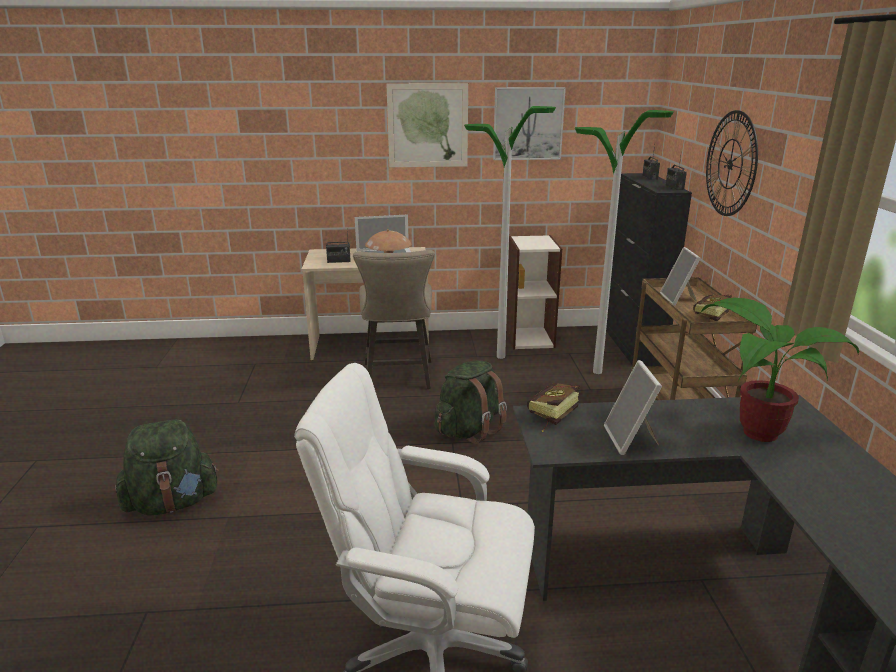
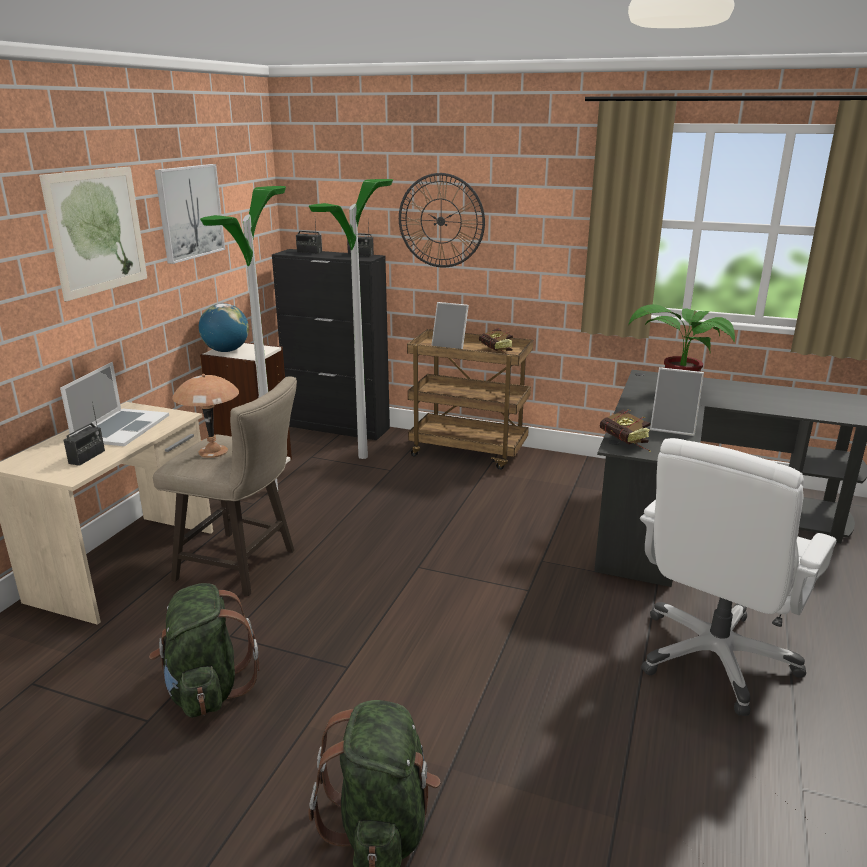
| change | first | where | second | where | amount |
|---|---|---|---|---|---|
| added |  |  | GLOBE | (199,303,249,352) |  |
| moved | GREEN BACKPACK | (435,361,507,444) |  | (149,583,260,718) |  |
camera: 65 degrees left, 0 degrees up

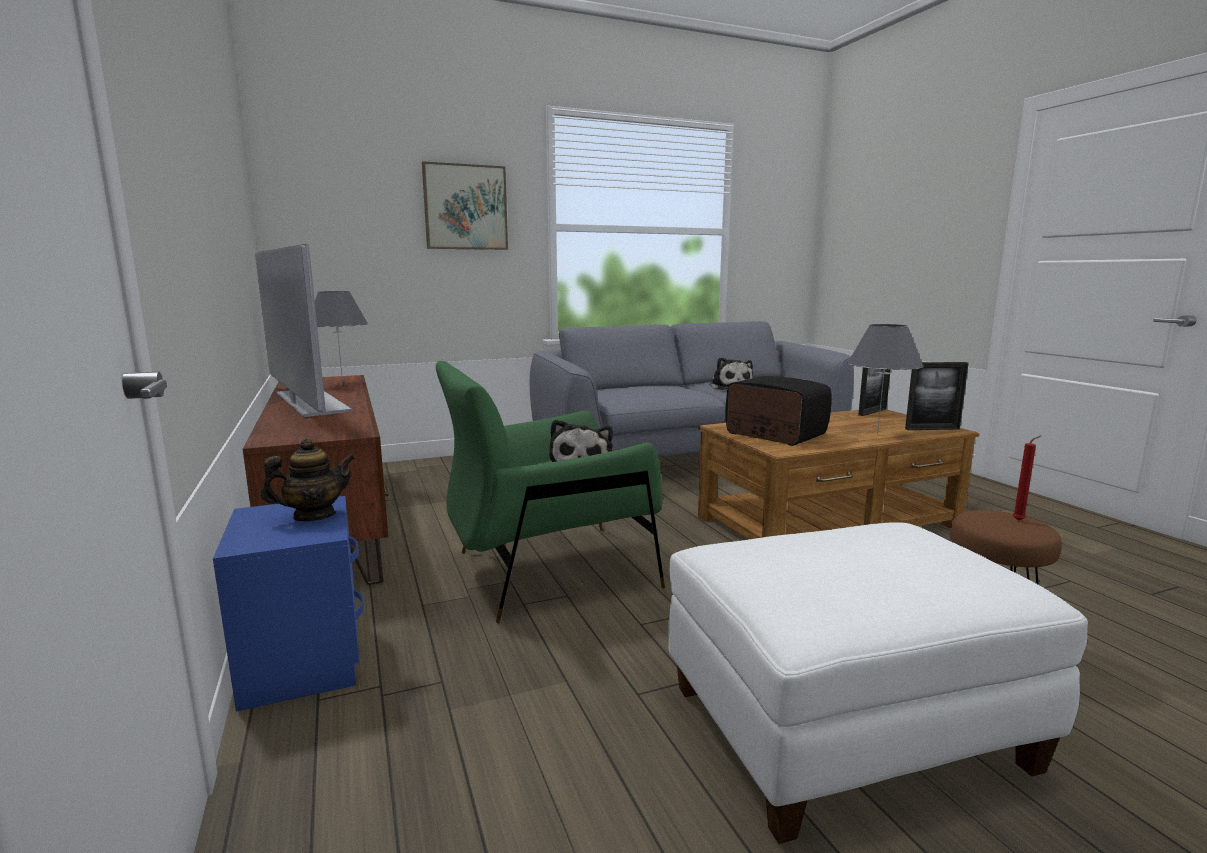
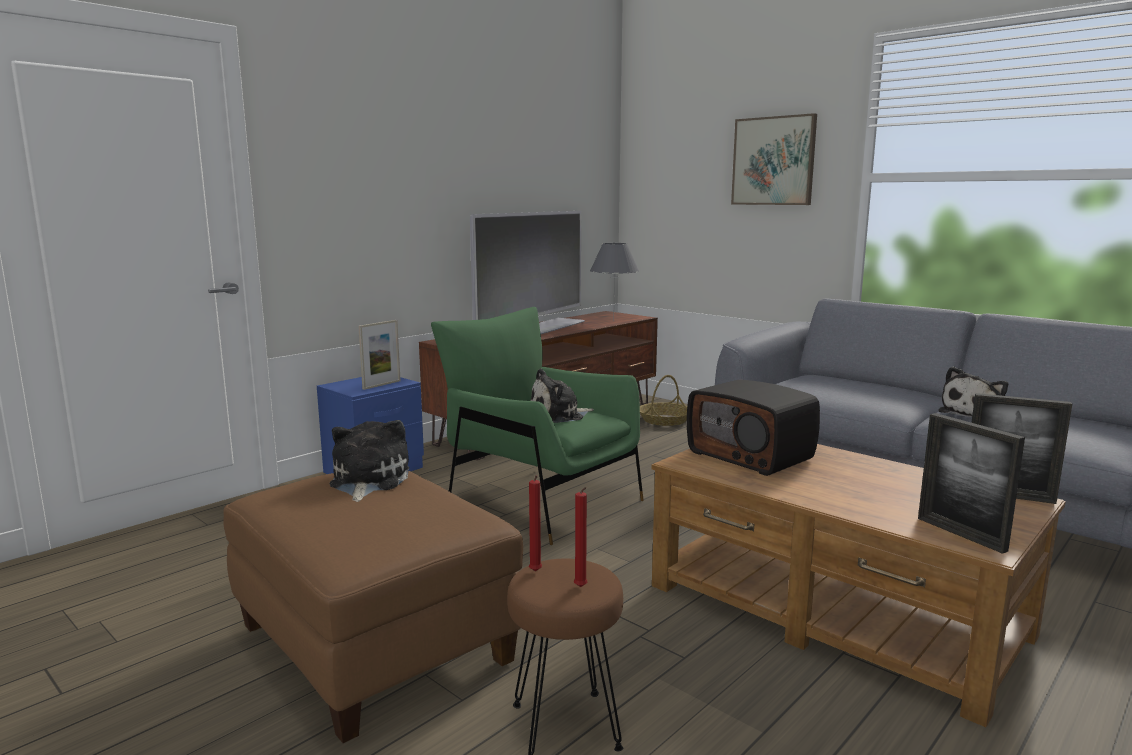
| change | first | where | second | where | amount |
|---|---|---|---|---|---|
| removed | GREY TABLE LAMP | (847,324,924,435) |  |  |  |
| added |  |  | PLUSH TOY | (330,420,409,502) |  |
| added |  |  | RED CANDLE | (529,475,542,571) |  |
| added |  |  | BASKET | (640,375,687,426) |  |
| replaced | TEAPOT | (261,438,355,521) | PICTURE FRAME | (358,320,401,390) |  |
| recoloured | WHITE OTTOMAN | (668,522,1088,844) | BROWN OTTOMAN | (223,471,523,743) |  |
| turned | RADIO | (726,376,832,446) |  | (687,380,820,476) | 120 degrees clockwise |
camera: 65 degrees right, 0 degrees up

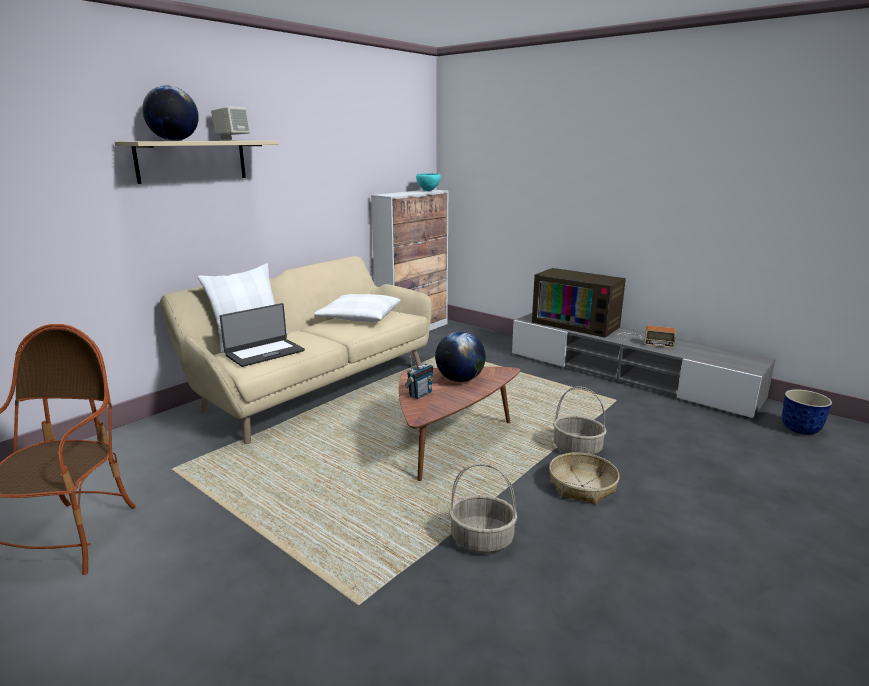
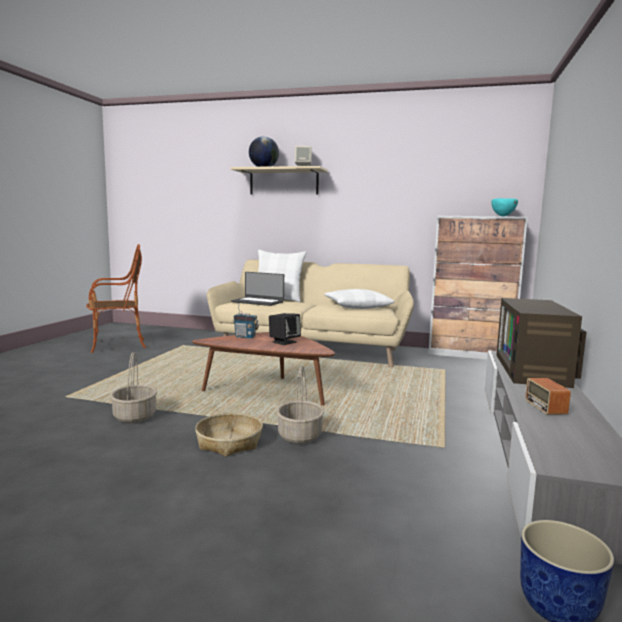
| change | first | where | second | where | amount |
|---|---|---|---|---|---|
| replaced | GLOBE | (435,331,486,382) | BLACK SPEAKER | (269,313,301,345) |  |
camera: 65 degrees right, 10 degrees down

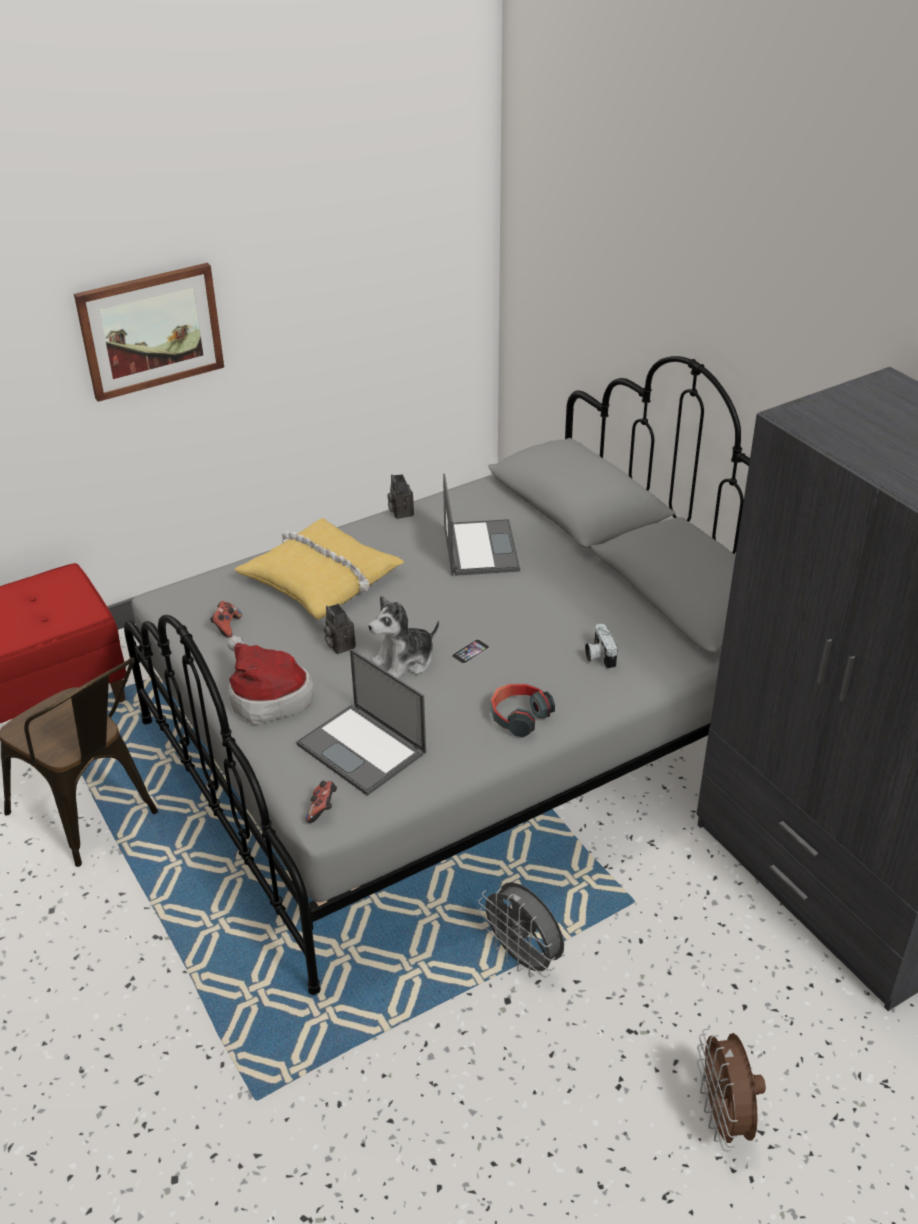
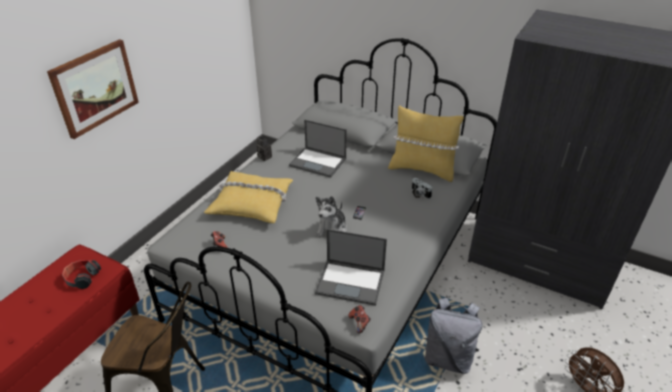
| change | first | where | second | where | amount |
|---|---|---|---|---|---|
| removed | HAT | (227,636,314,725) |  |  |  |
| removed | PHOTO CAMERA | (324,604,356,654) |  |  |  |
| added |  |  | YELLOW PILLOW | (388,105,464,182) |  |
| moved | HEADPHONES | (491,684,555,737) |  | (62,260,101,289) |  |
| replaced | GREY FAN | (478,882,564,978) | GREY BACKPACK | (424,298,482,374) |  |
| turned | LAPTOP | (443,474,520,576) |  | (289,120,347,178) | 150 degrees clockwise |
camera: 30 degrees left, 0 degrees up

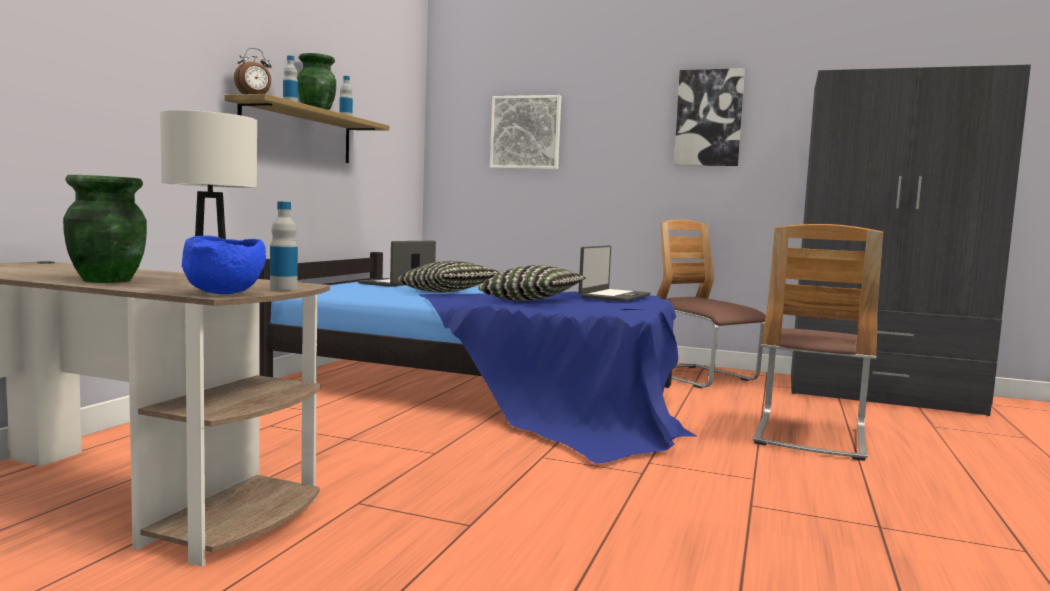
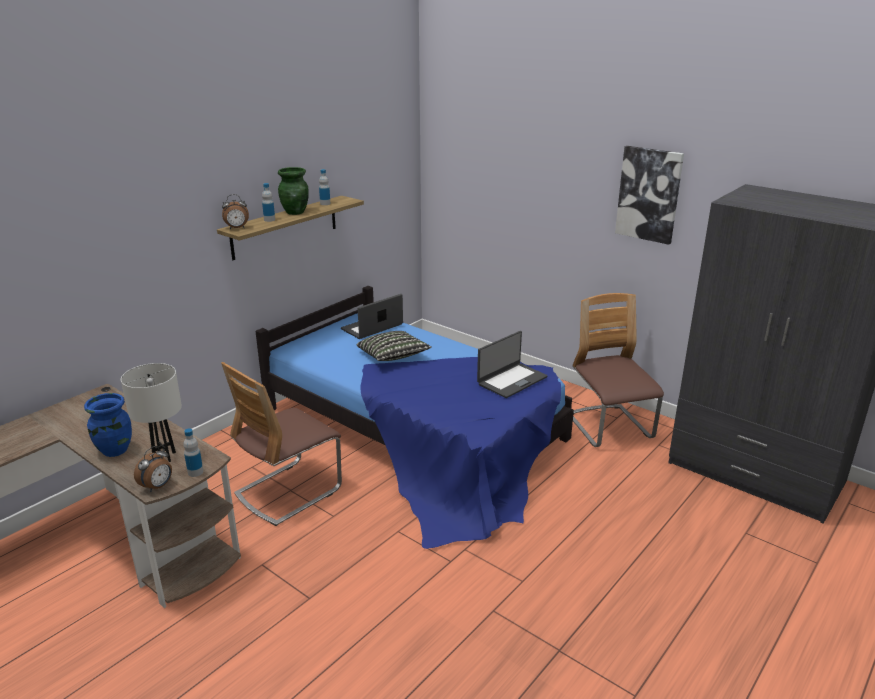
| change | first | where | second | where | amount |
|---|---|---|---|---|---|
| removed | PILLOW | (479,265,586,301) |  |  |  |
| removed | PICTURE | (490,95,561,169) |  |  |  |
| moved | CHAIR | (753,224,883,461) |  | (221,362,342,526) |  |
| replaced | BLUE BOWL | (182,236,266,294) | ALARM CLOCK | (134,446,172,492) |  |
| recoloured | GREEN VASE | (63,175,147,283) | BLUE VASE | (84,393,132,457) |  |
camera: 20 degrees right, 20 degrees up

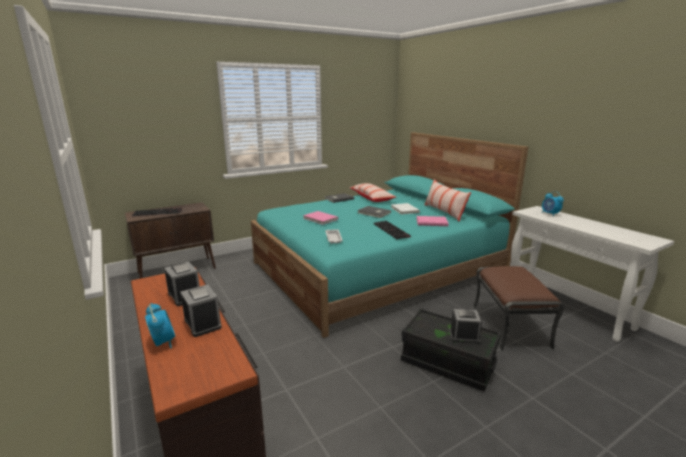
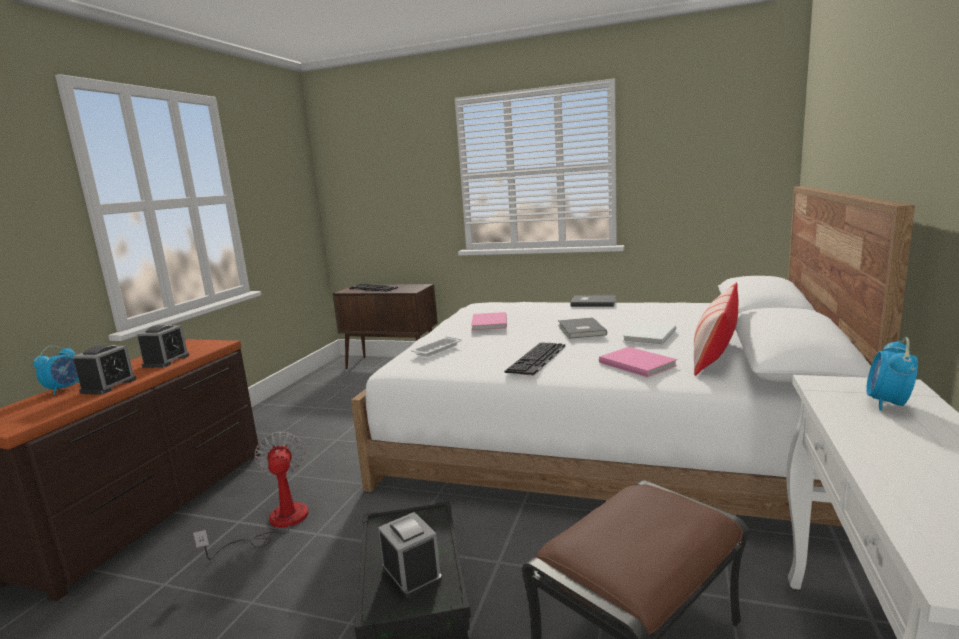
| change | first | where | second | where | amount |
|---|---|---|---|---|---|
| removed | PILLOW | (350,183,396,202) |  |  |  |
| added |  |  | FAN | (193,432,309,560) |  |
| recoloured | TURQUOISE BED | (251,132,528,338) | WHITE BED | (351,186,915,527) |  |
camera: 50 degrees right, 5 degrees down

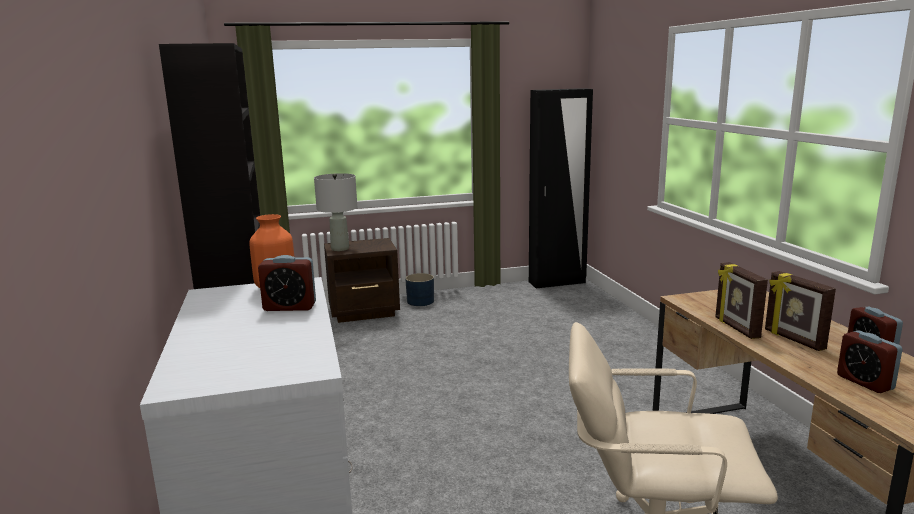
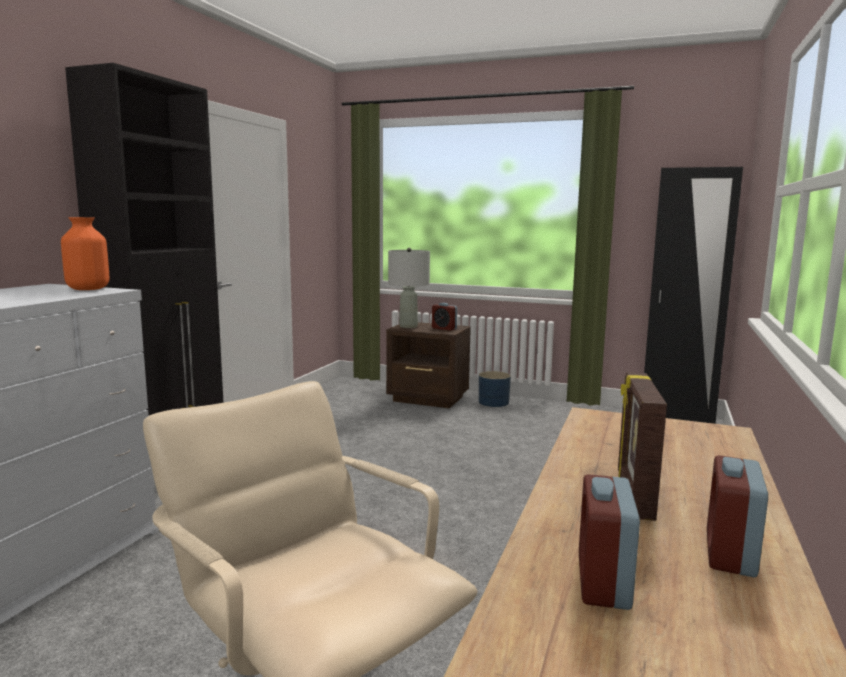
| change | first | where | second | where | amount |
|---|---|---|---|---|---|
| removed | PICTURE FRAME | (715,262,768,339) |  |  |  |
| moved | ALARM CLOCK | (258,255,316,311) |  | (432,303,457,331) |  |
camera: 35 degrees right, 5 degrees down

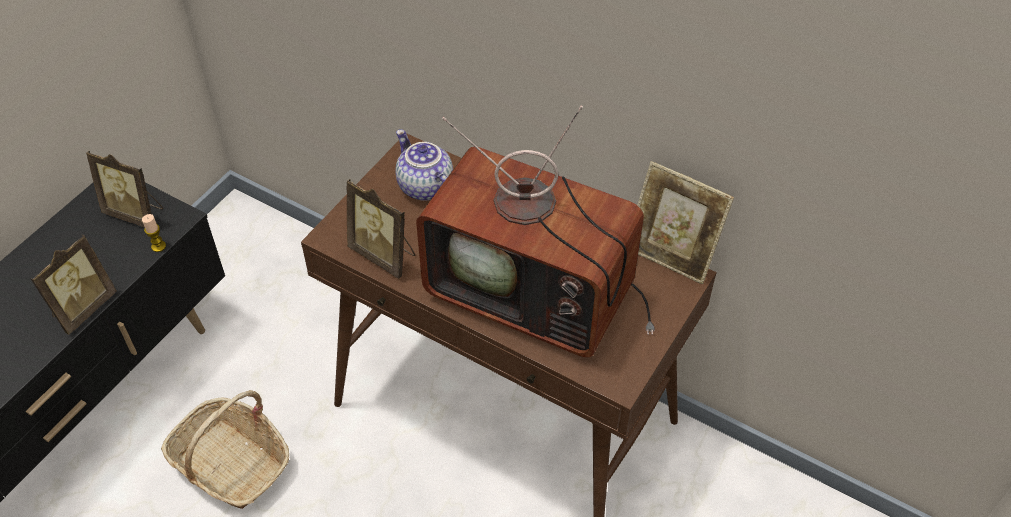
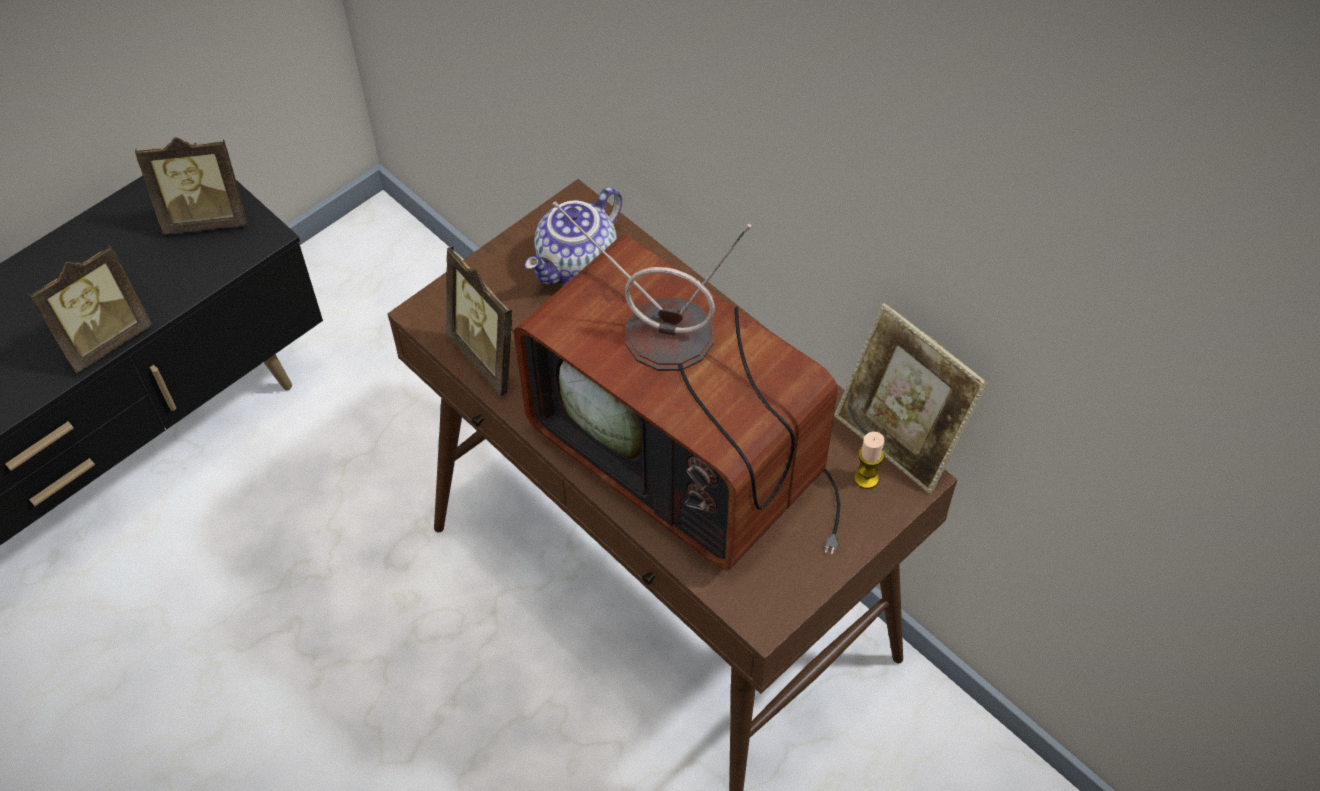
| change | first | where | second | where | amount |
|---|---|---|---|---|---|
| removed | BASKET | (161,390,289,509) |  |  |  |
| moved | CANDLE | (142,214,166,252) |  | (854,432,884,489) |  |
| turned | PICTURE FRAME | (86,151,163,228) |  | (135,137,248,235) | 45 degrees counterclockwise |
| turned | TEAPOT | (395,129,453,201) |  | (525,187,622,284) | 120 degrees counterclockwise |
camera: 15 degrees right, 5 degrees up

